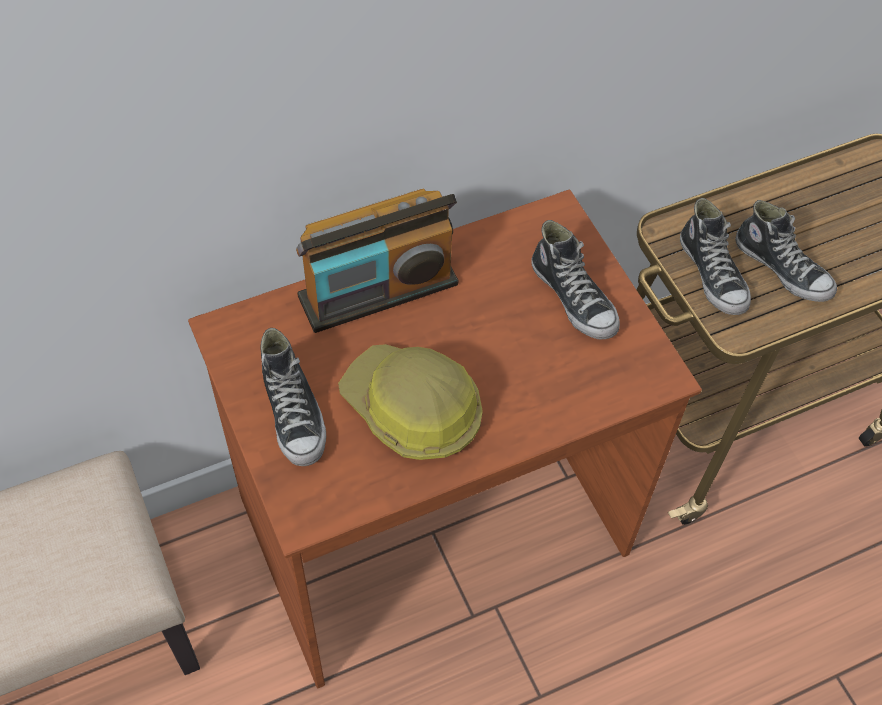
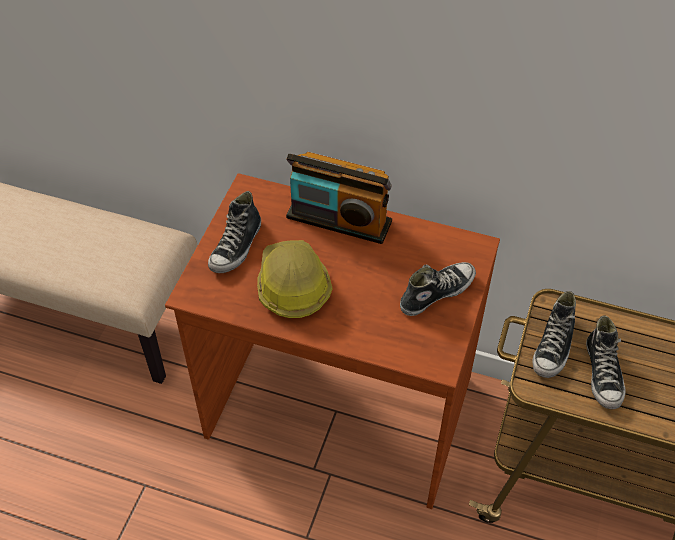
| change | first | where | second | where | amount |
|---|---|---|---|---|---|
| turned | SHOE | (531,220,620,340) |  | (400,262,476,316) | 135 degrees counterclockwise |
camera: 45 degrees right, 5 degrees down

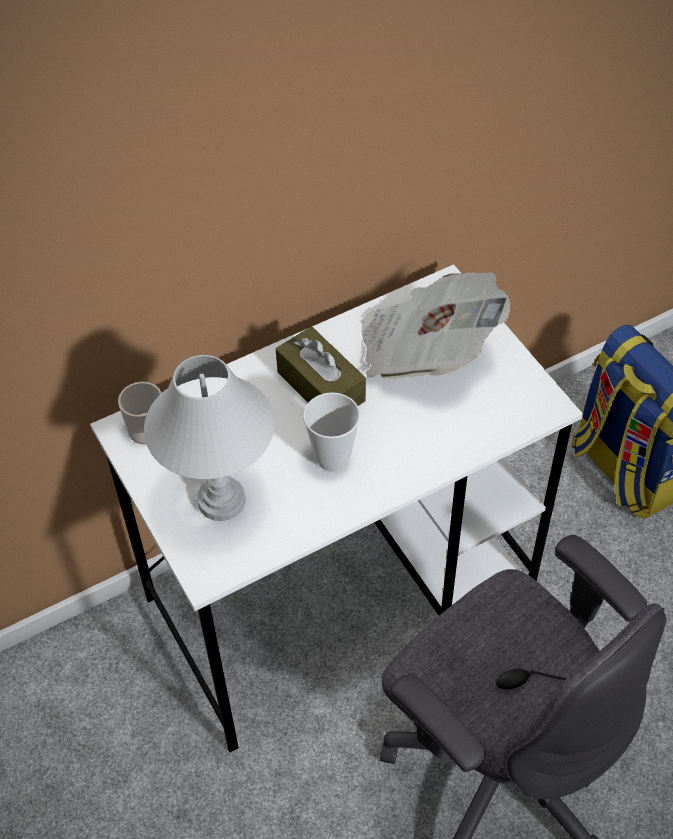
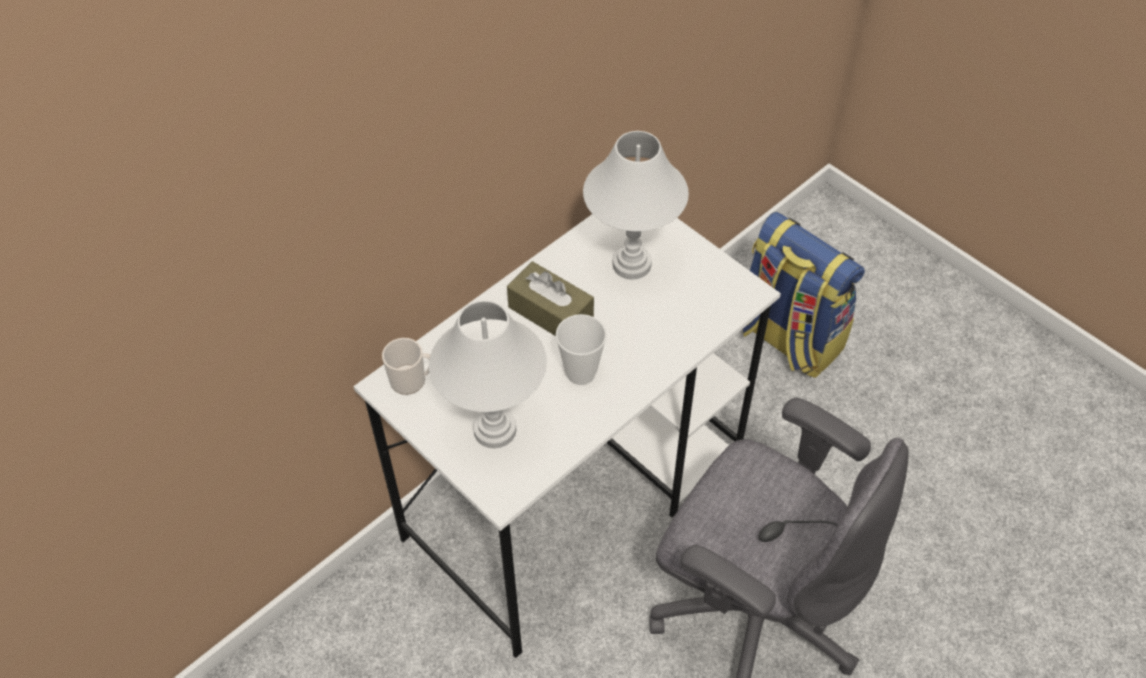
| change | first | where | second | where | amount |
|---|---|---|---|---|---|
| replaced | NEWSPAPER | (361,272,510,379) | WHITE TABLE LAMP | (583,131,689,280) |  |
camera: 15 degrees left, 0 degrees up

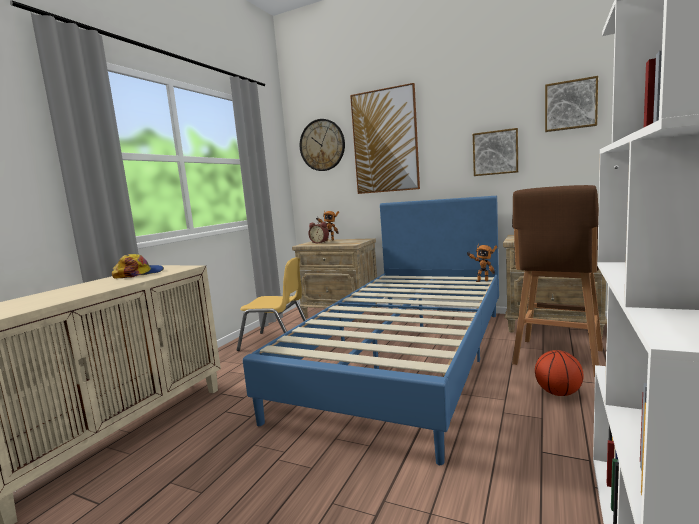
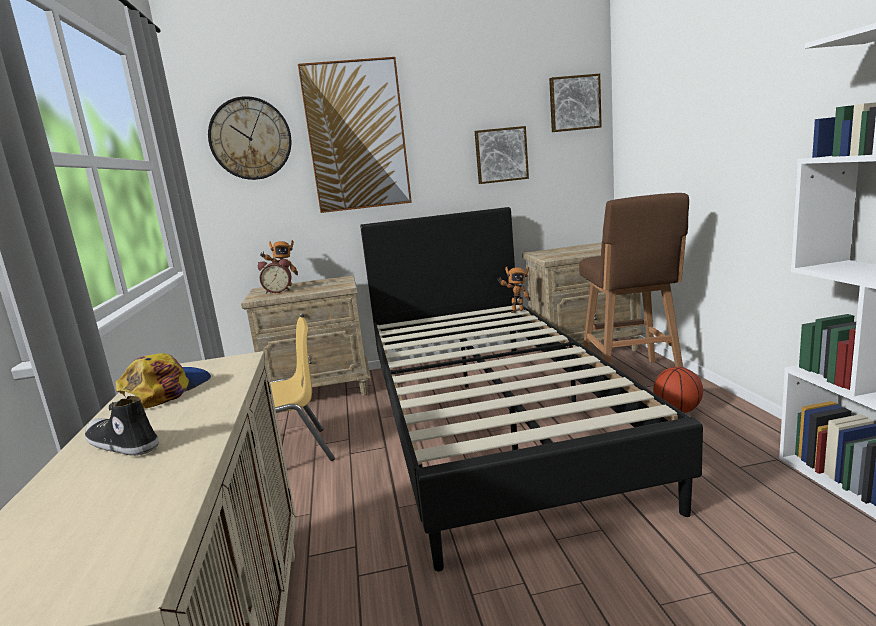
| change | first | where | second | where | amount |
|---|---|---|---|---|---|
| added |  |  | SHOE | (85,396,159,456) |  |
| recoloured | BLUE BED | (243,196,499,465) | BLACK BED | (360,207,703,572) |  |
camera: 35 degrees left, 5 degrees up

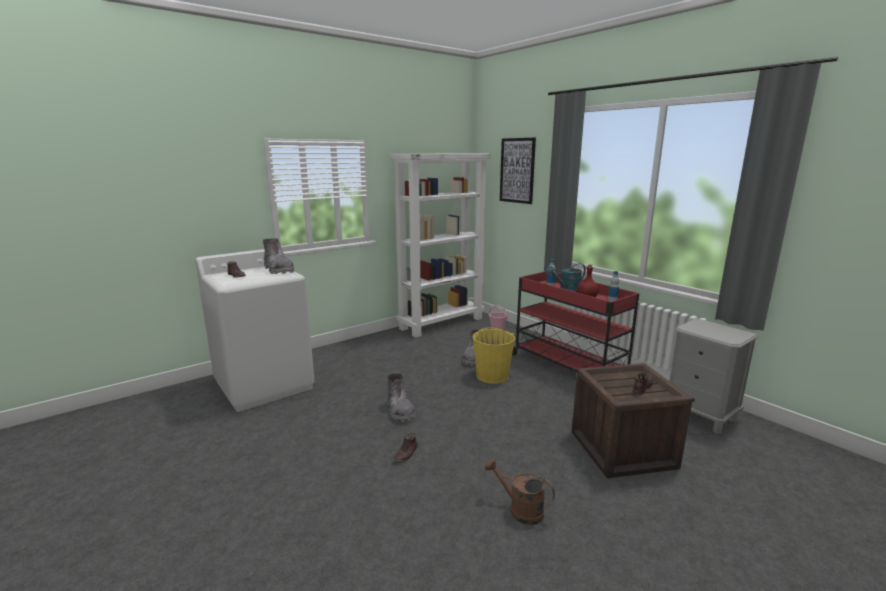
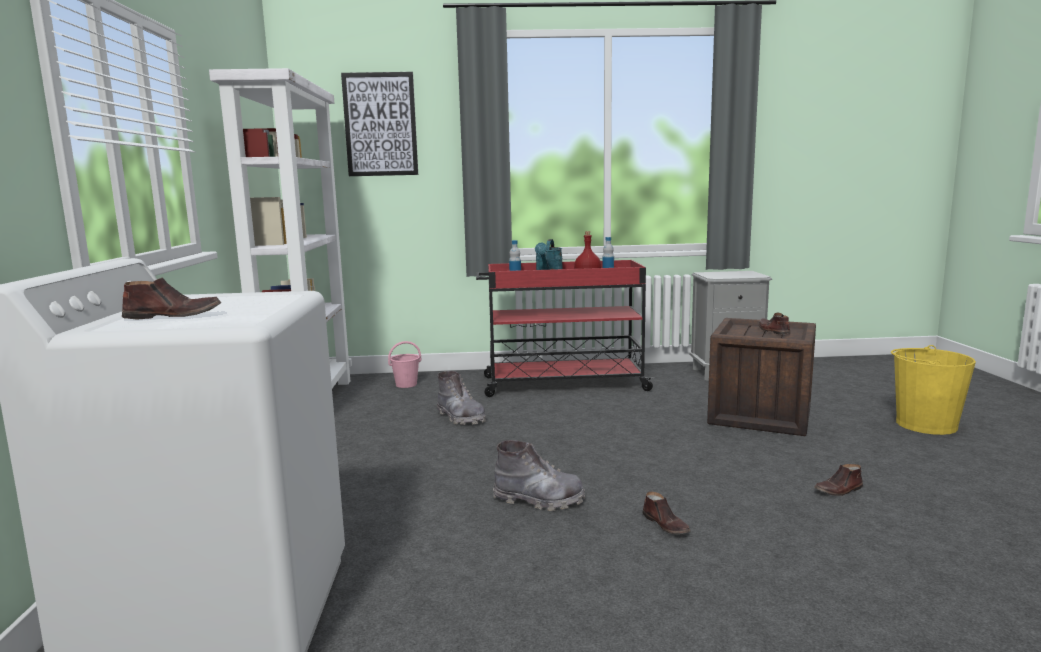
| change | first | where | second | where | amount |
|---|---|---|---|---|---|
| removed | GREY BOOT | (263,238,294,274) |  |  |  |
| moved | YELLOW BUCKET | (473,328,515,384) |  | (891,345,976,435) |  |
| replaced | BROWN WATERING CAN | (485,458,555,525) | BROWN SHOE | (814,464,863,496) |  |
camera: 55 degrees left, 5 degrees down

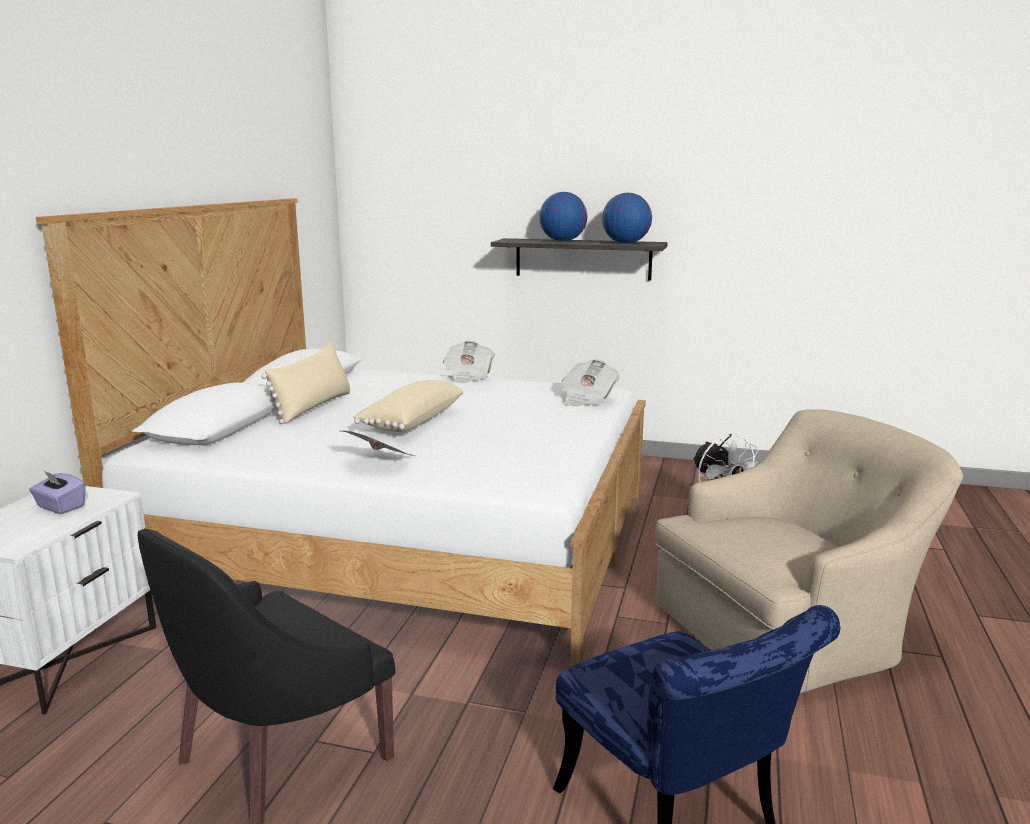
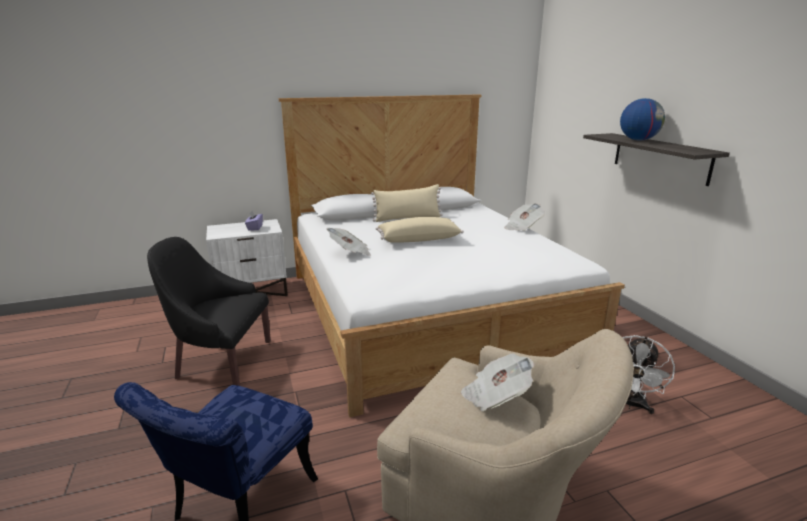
| change | first | where | second | where | amount |
|---|---|---|---|---|---|
| removed | GLOBE | (602,193,652,244) |  |  |  |
| moved | NEWSPAPER | (562,359,620,406) |  | (461,353,535,411) |  |
camera: 55 degrees right, 5 degrees up

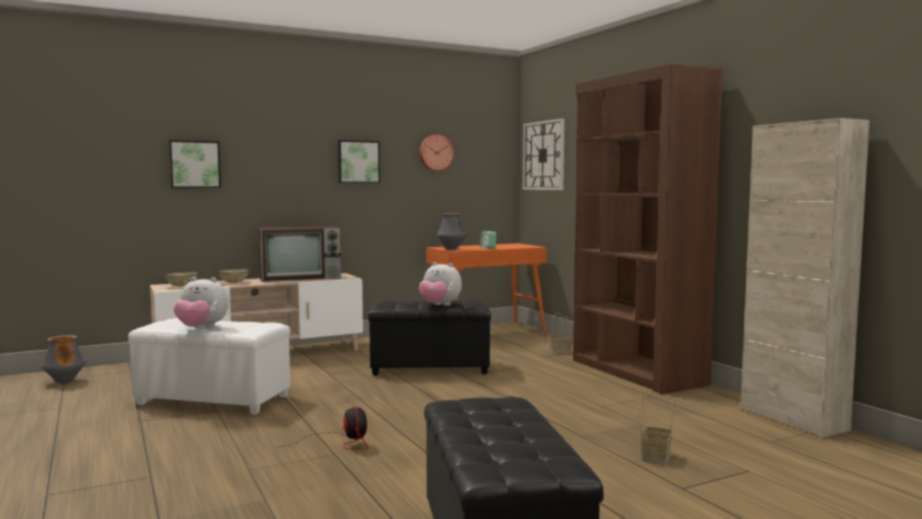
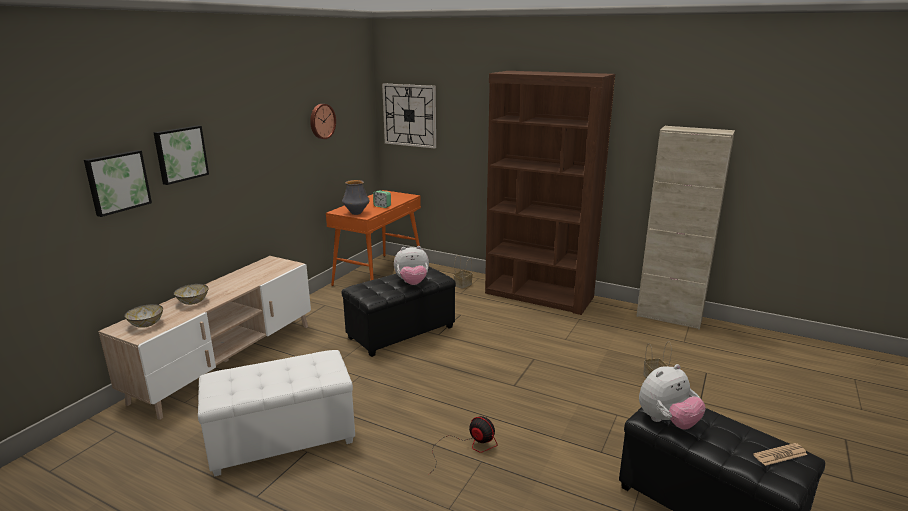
| change | first | where | second | where | amount |
|---|---|---|---|---|---|
| removed | VASE | (42,335,86,384) |  |  |  |
| removed | TELEVISION | (258,226,341,282) |  |  |  |
| added |  |  | NEWSPAPER | (753,443,808,466) |  |
| moved | PLUSH TOY | (174,277,228,328) |  | (639,364,706,429) |  |
| moved | PICTURE | (338,140,380,183) |  | (153,125,209,185) |  |
camera: 35 degrees left, 15 degrees up

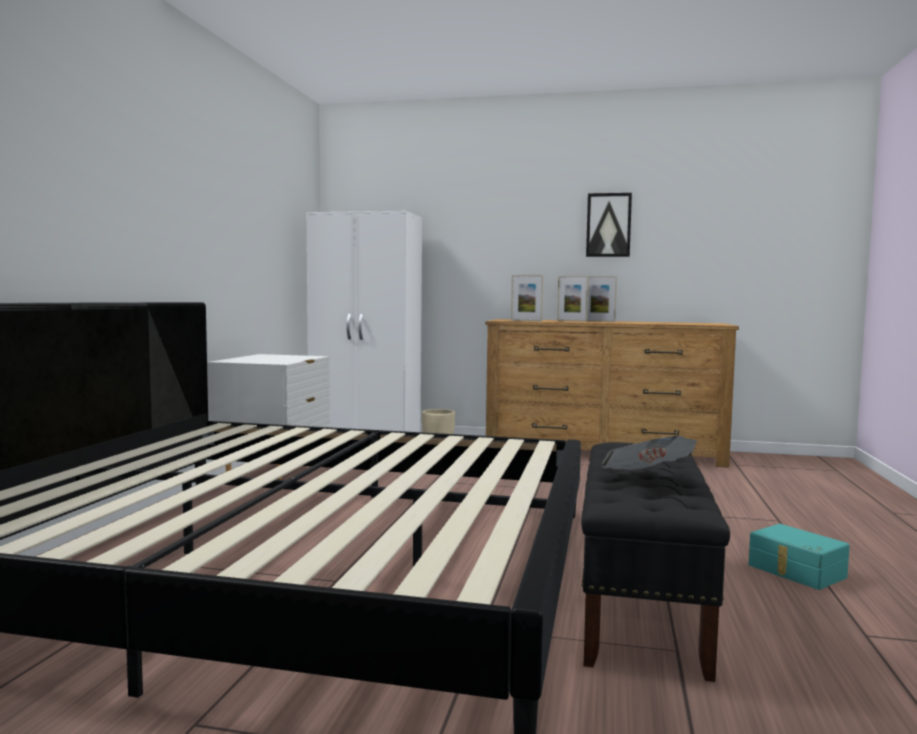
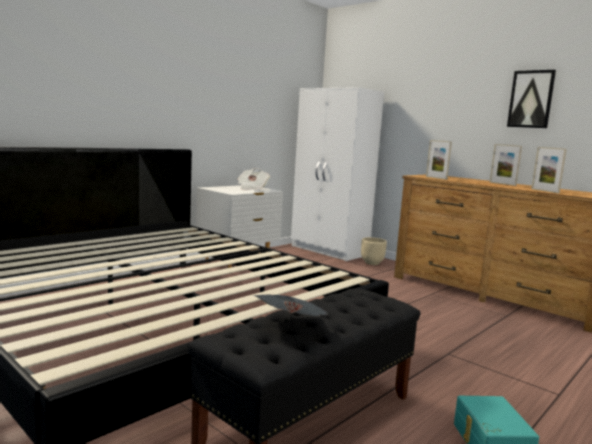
| change | first | where | second | where | amount |
|---|---|---|---|---|---|
| added |  |  | NEWSPAPER | (237,168,270,191) |  |
| moved | PICTURE FRAME | (557,276,589,322) |  | (531,147,567,193) |  |
camera: 30 degrees right, 5 degrees up

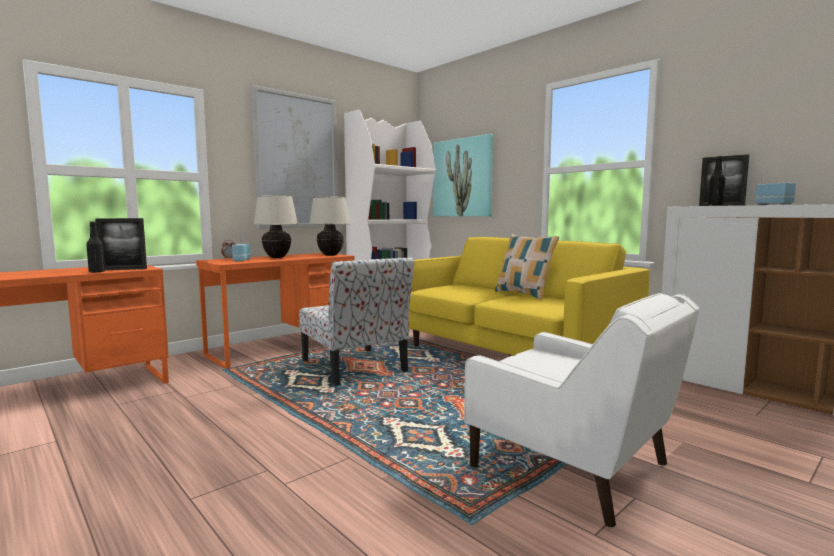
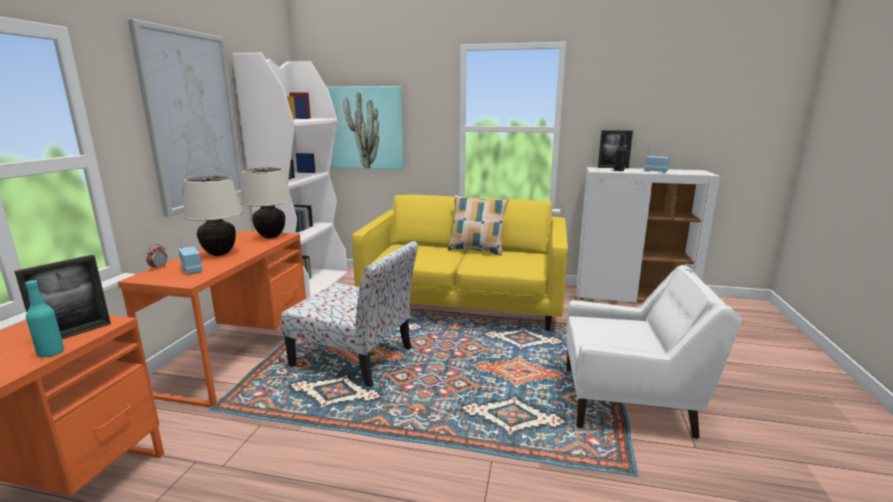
| change | first | where | second | where | amount |
|---|---|---|---|---|---|
| recoloured | BLACK BOTTLE | (86,221,105,273) | TURQUOISE BOTTLE | (25,280,64,358) |  |
camera: 35 degrees left, 10 degrees up

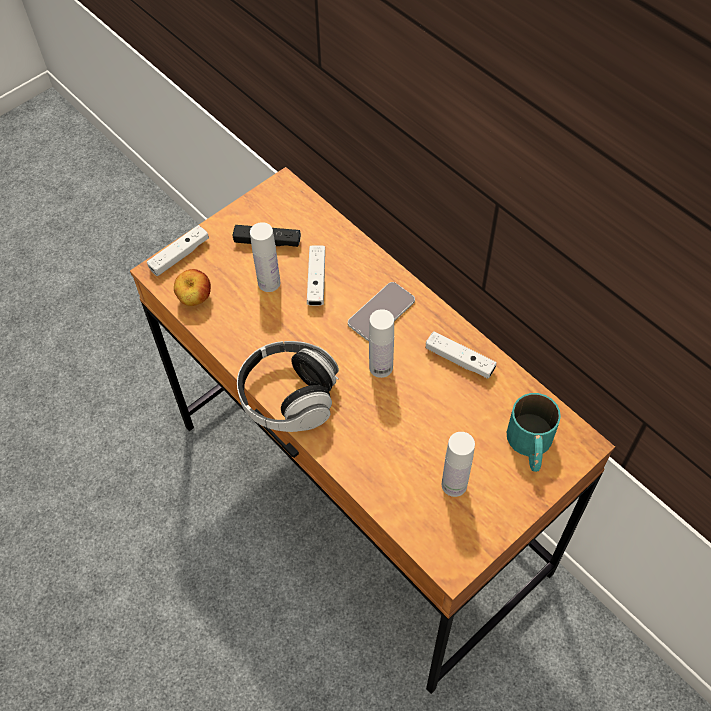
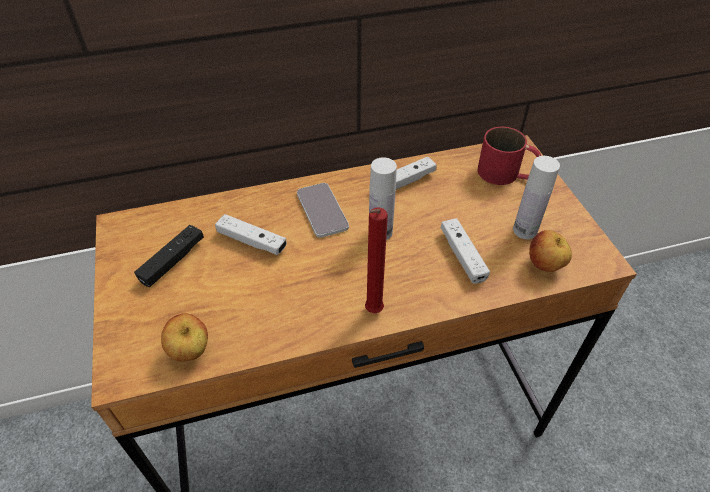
| change | first | where | second | where | amount |
|---|---|---|---|---|---|
| removed | WHITE BOTTLE | (250,222,280,292) |  |  |  |
| added |  |  | APPLE | (529,230,572,272) |  |
| moved | WHITE GAME CONTROLLER | (147,225,209,276) |  | (441,218,490,284) |  |
| replaced | HEADPHONES | (237,341,339,432) | RED CANDLE | (365,207,388,313) |  |
| recoloured | TURQUOISE MUG | (507,393,561,472) | RED MUG | (478,126,541,185) |  |
camera: 65 degrees left, 10 degrees down

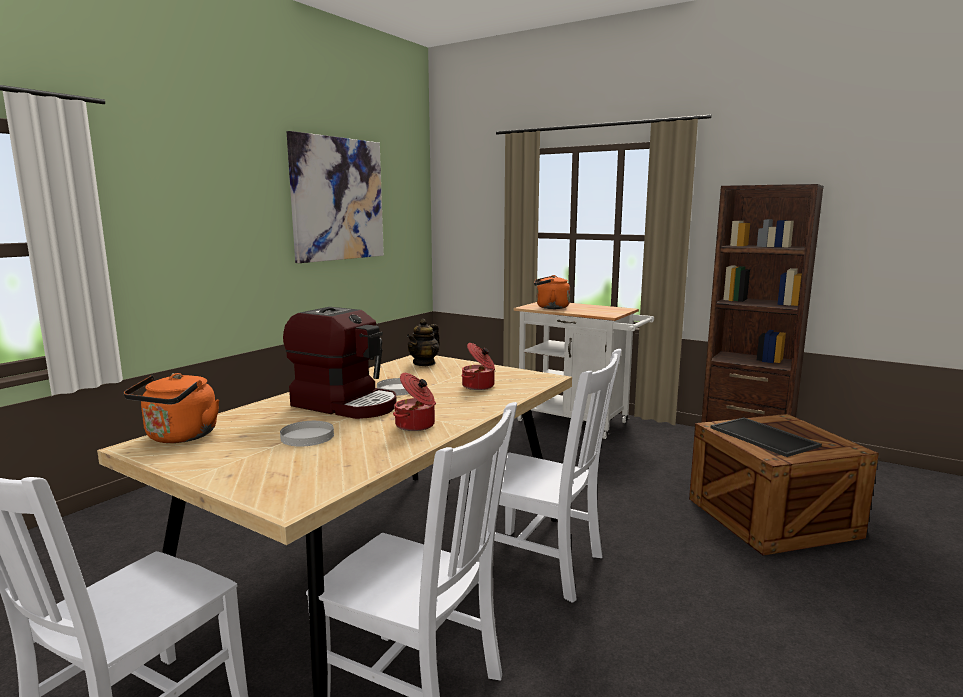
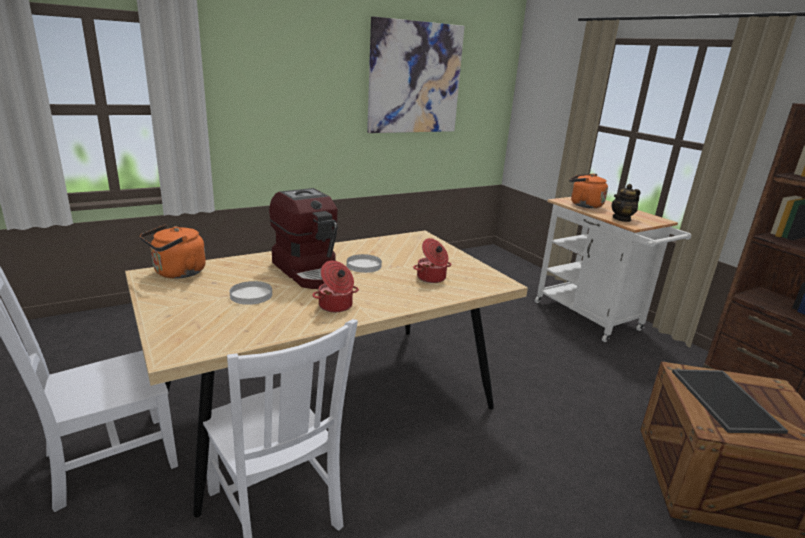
| change | first | where | second | where | amount |
|---|---|---|---|---|---|
| removed | WHITE CHAIR | (478,349,621,603) |  |  |  |
| moved | TEAPOT | (406,319,440,366) |  | (612,184,640,222) |  |
camera: 25 degrees right, 10 degrees up

